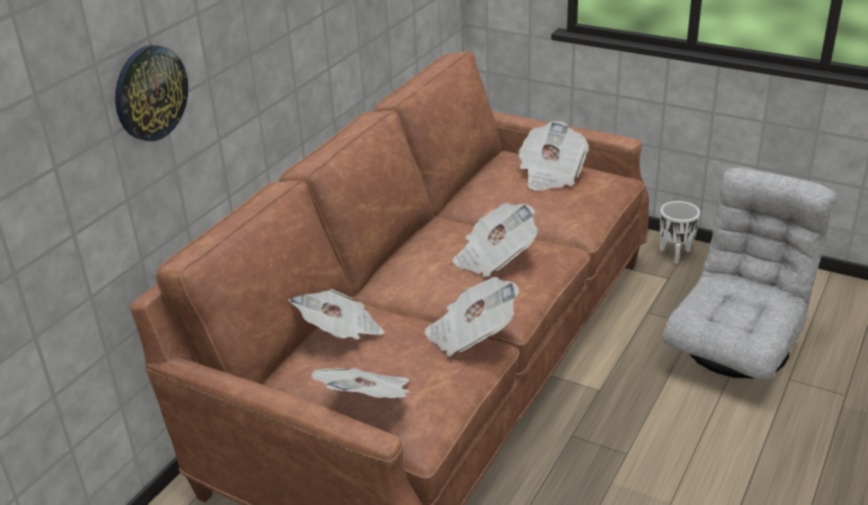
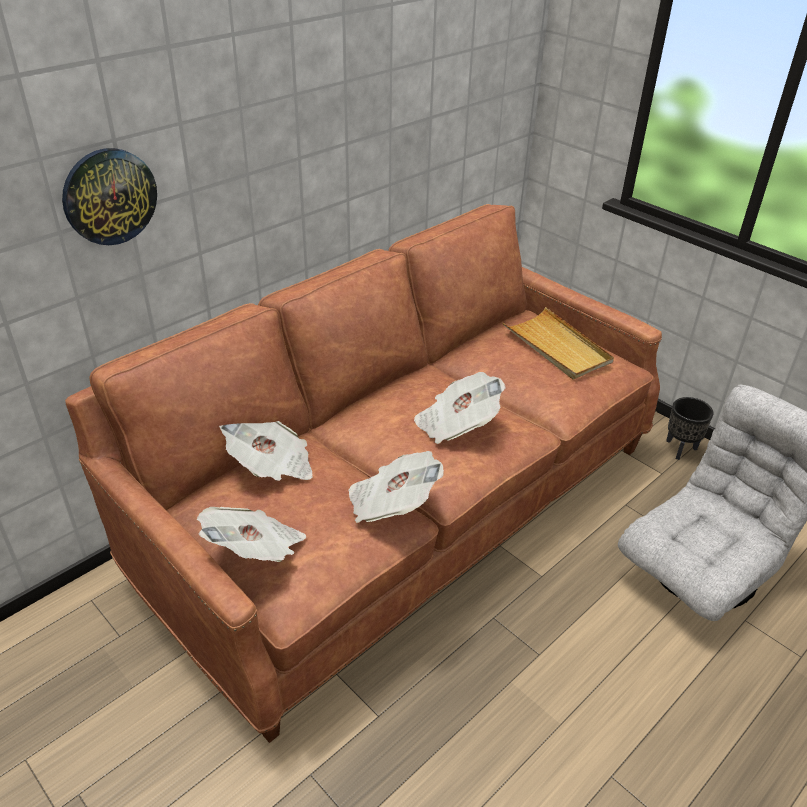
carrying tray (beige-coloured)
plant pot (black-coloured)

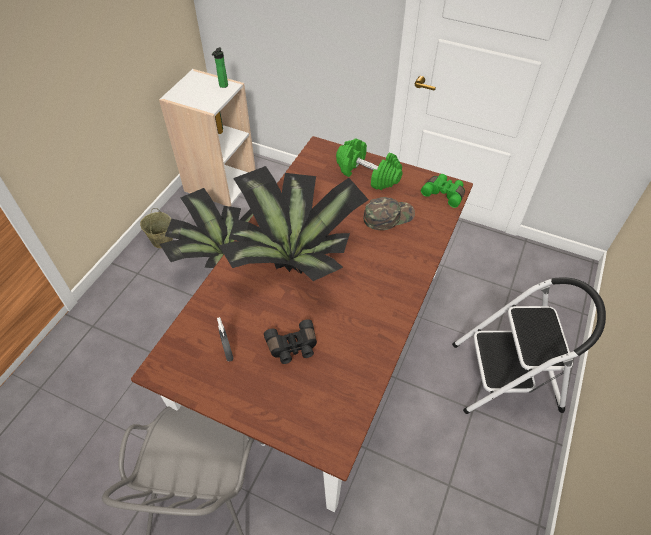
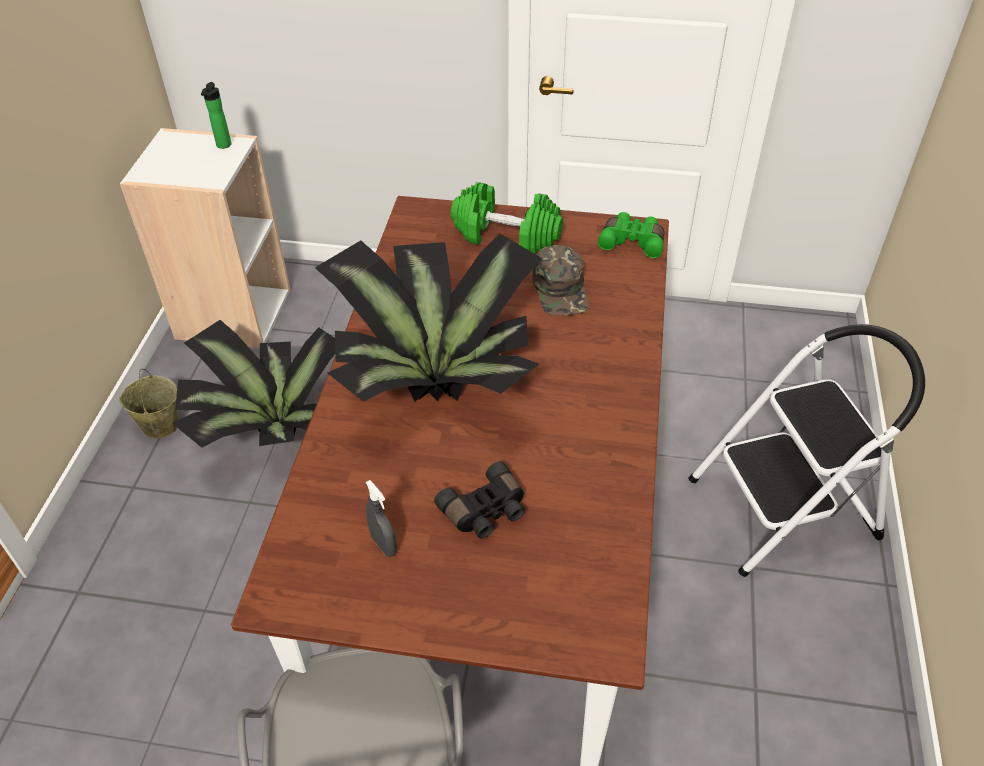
baseball cap (green)

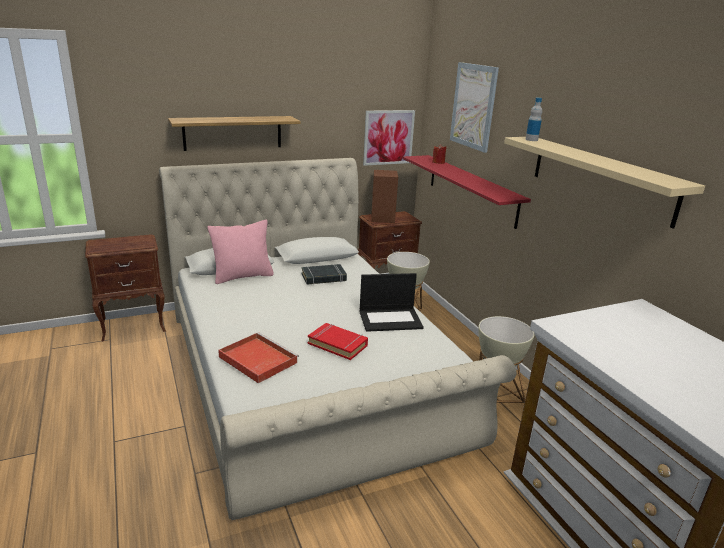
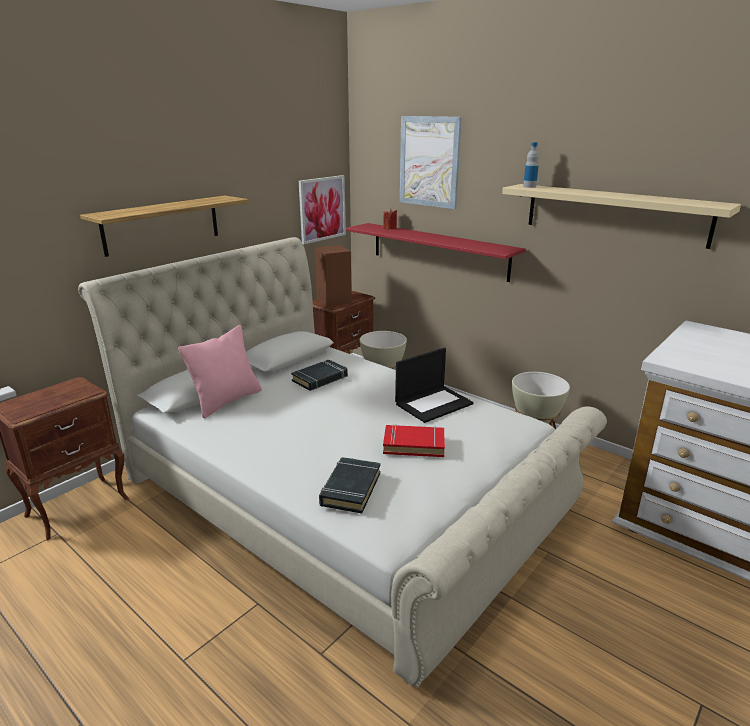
volume (black-coloured) (no. 2 from left)

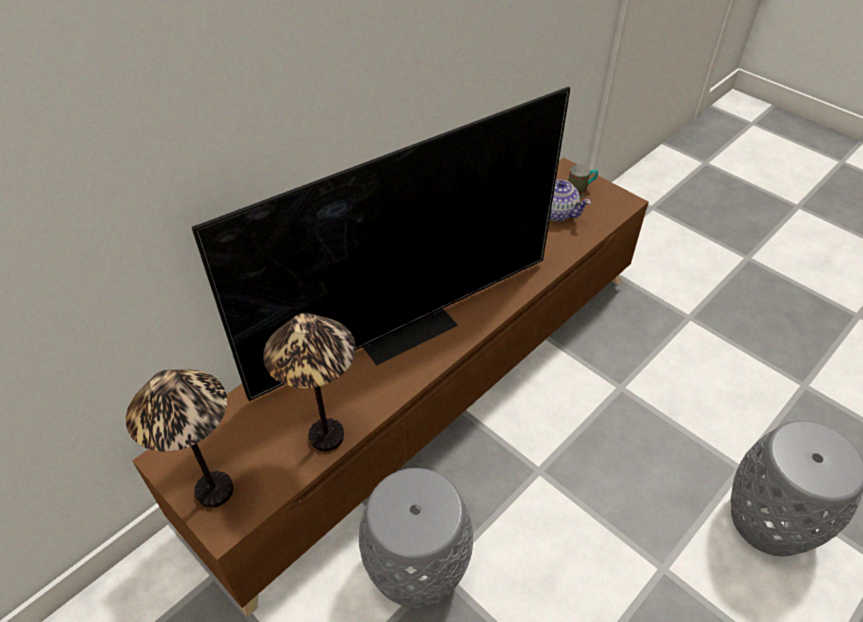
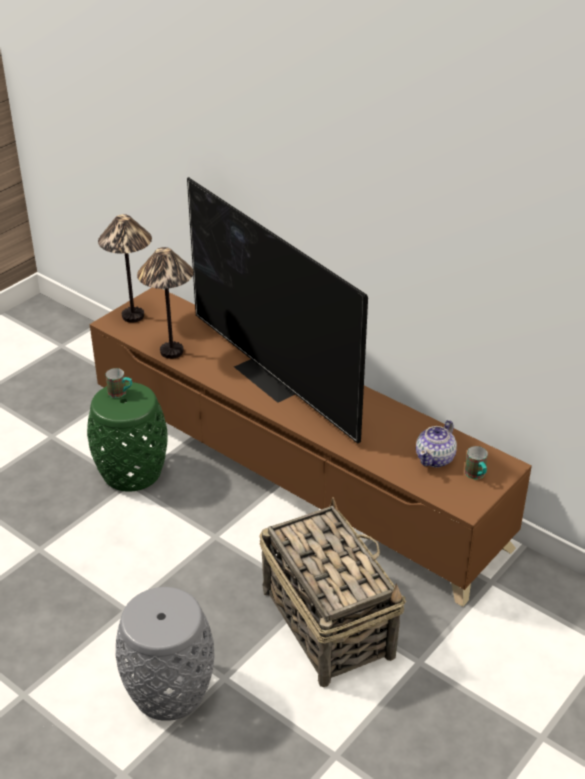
stool (green)
tea mug (no. 1 from left)
household basket

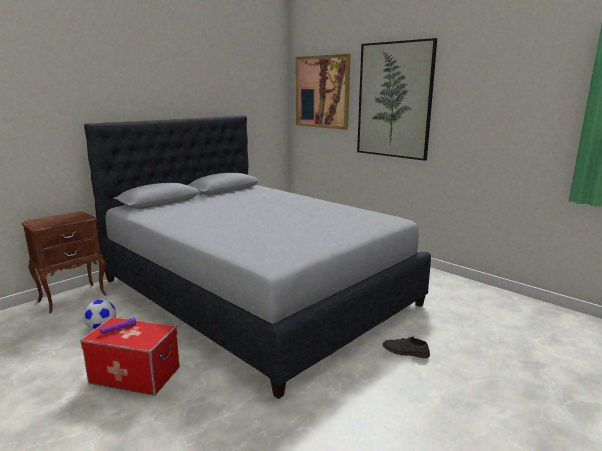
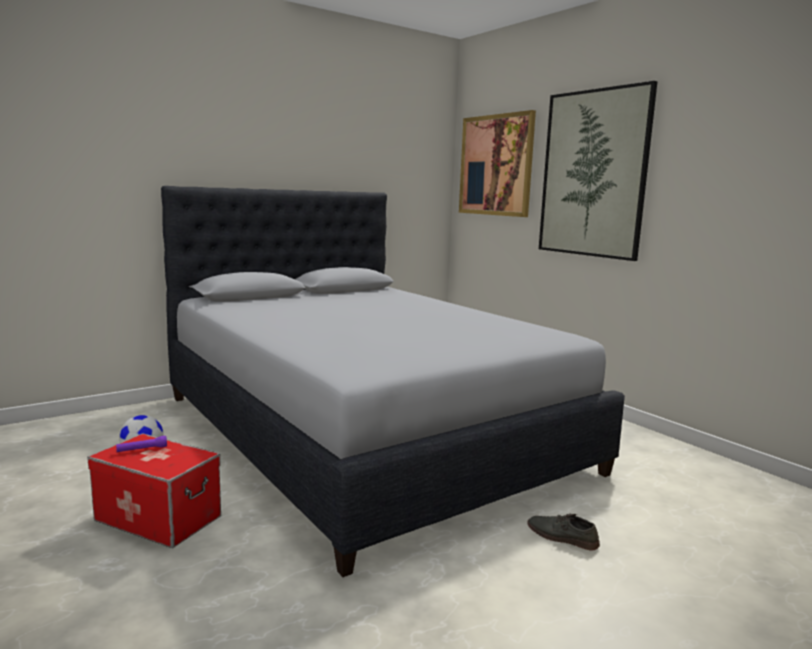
bedside table (brownish)

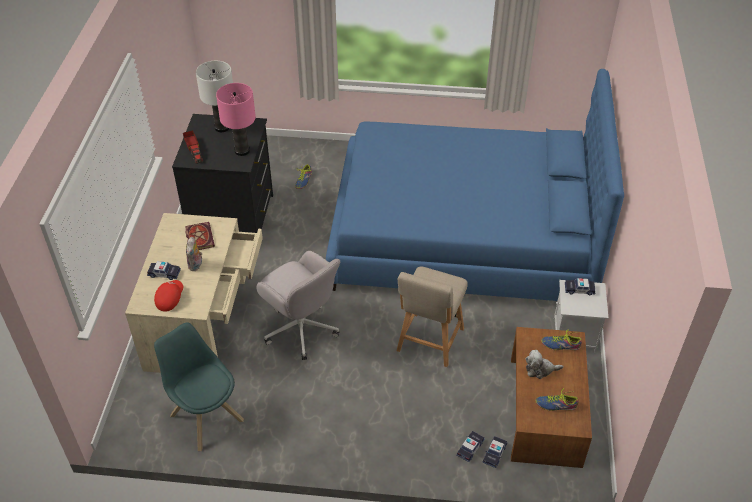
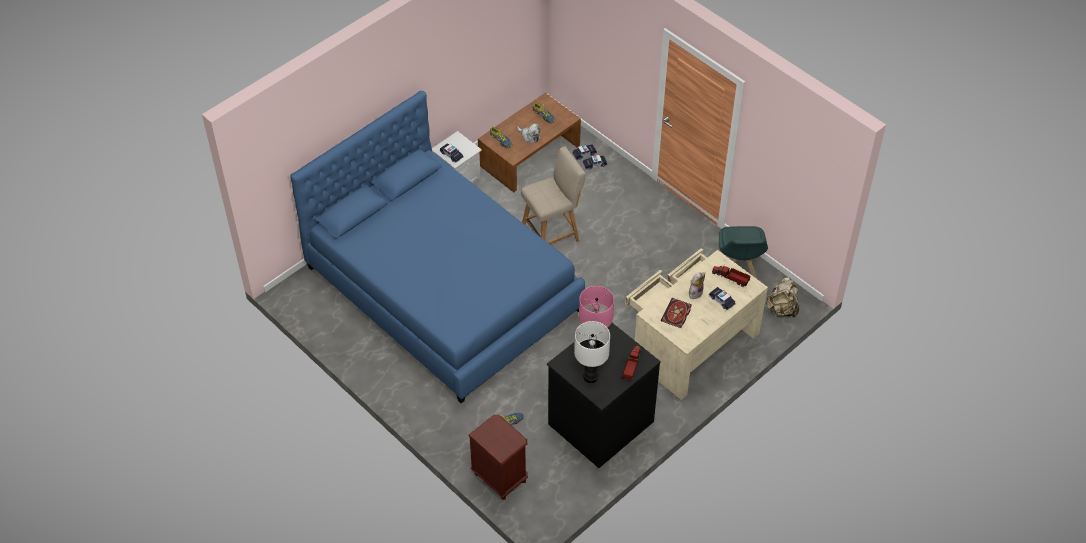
model truck (no. 2 from left)
desk chair (grey)
bedside table (brownish)
knapsack (beige-coloured)

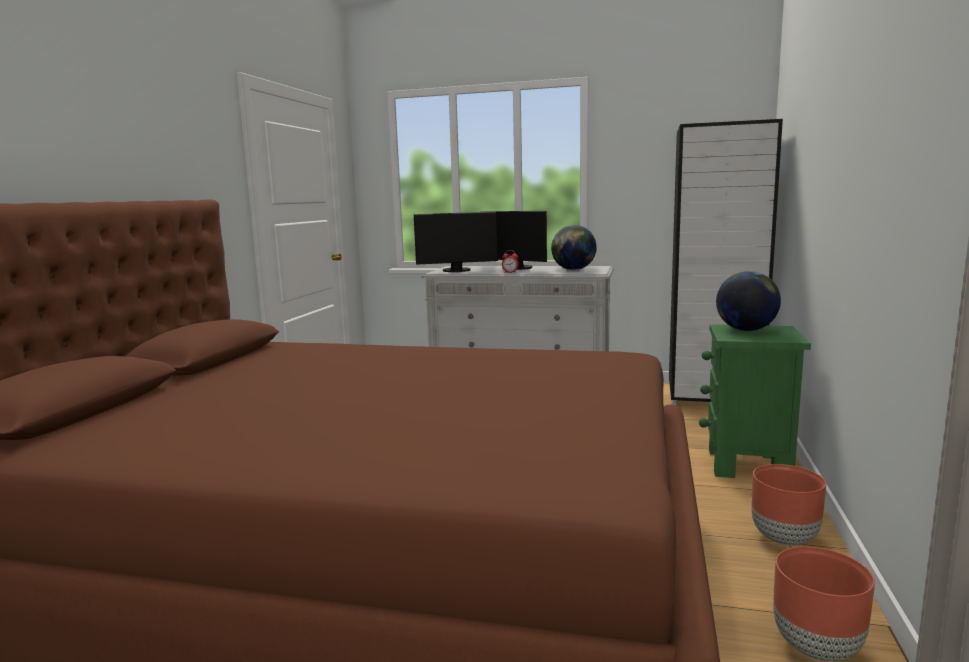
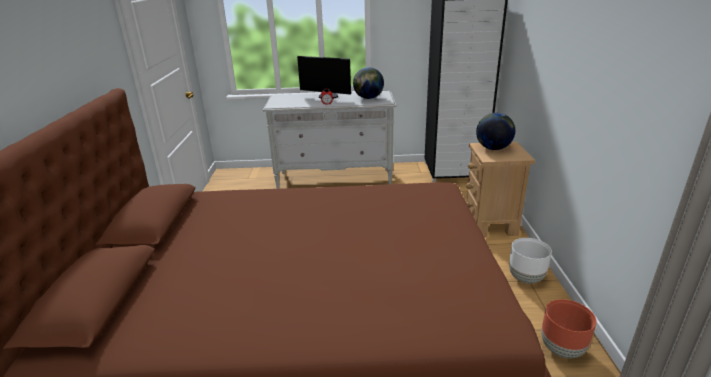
monitor (no. 1 from left in the first image)
bedside table (beige-coloured)
plant pot (white-coloured)

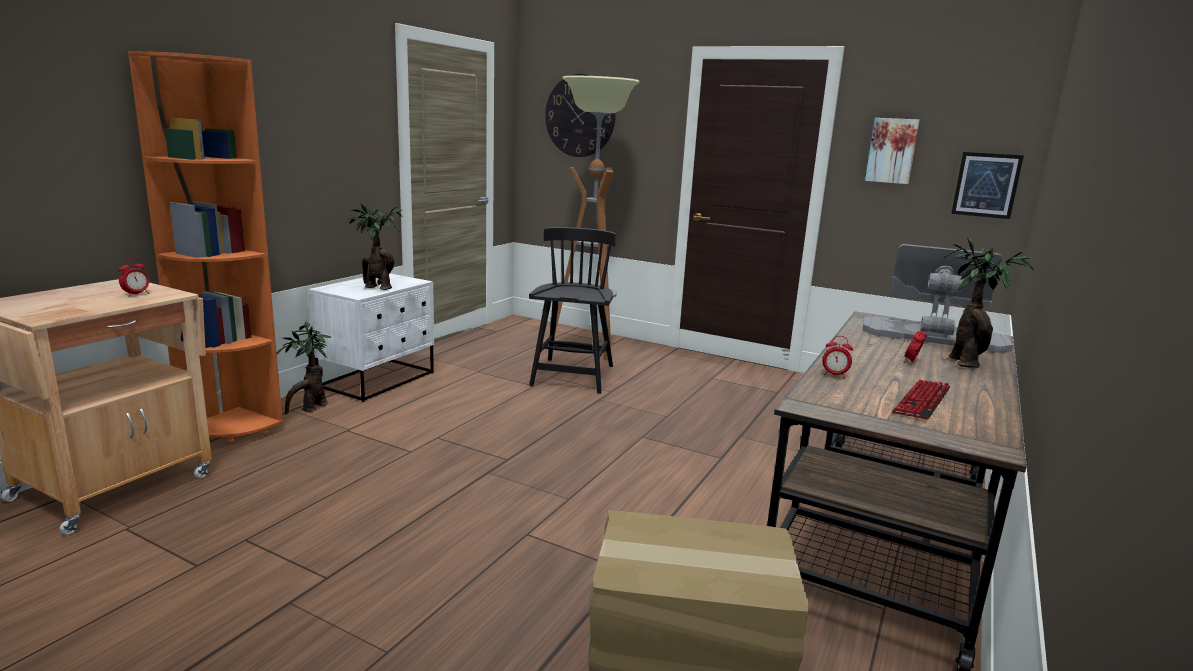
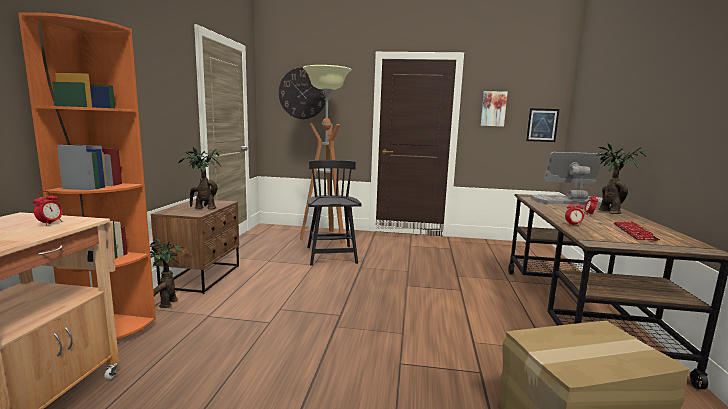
bedside table (brownish)

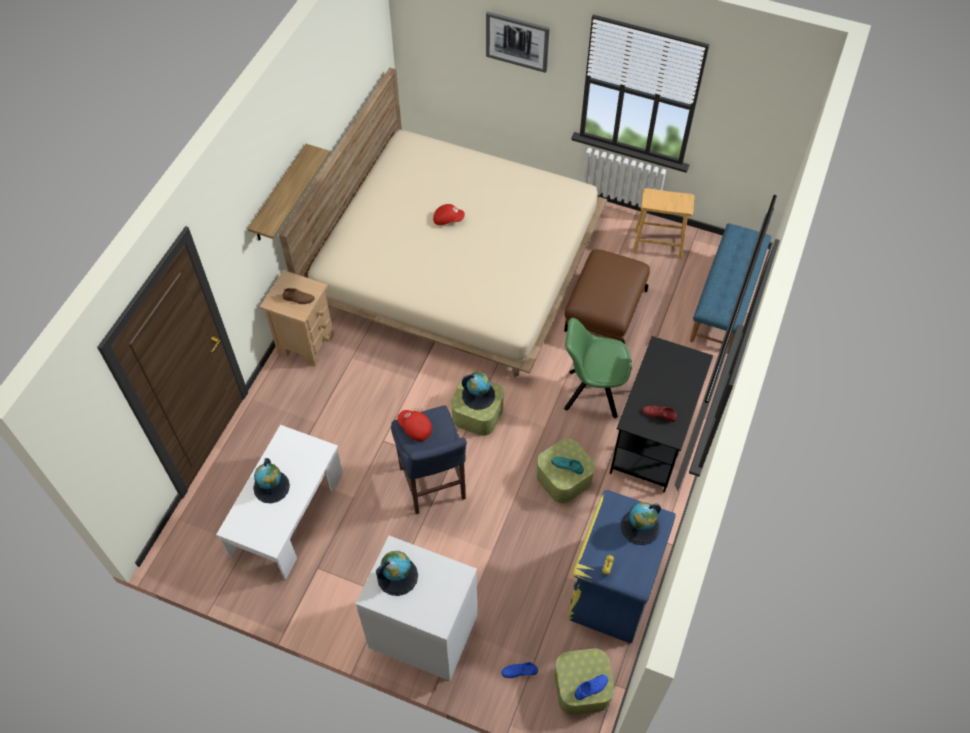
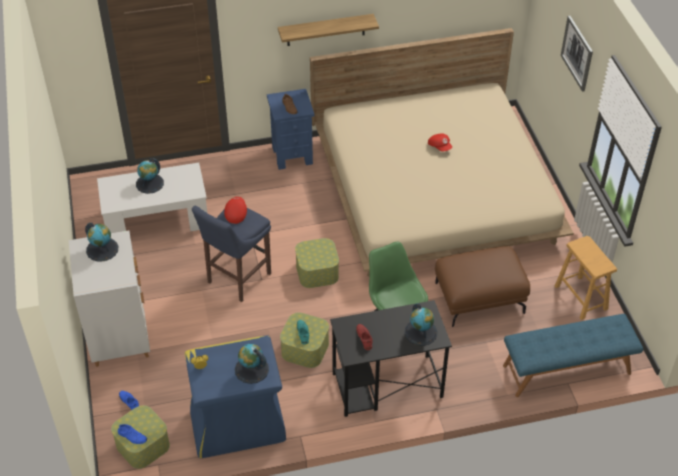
bedside table (blue) (no. 2 from left)
world globe (no. 4 from left)

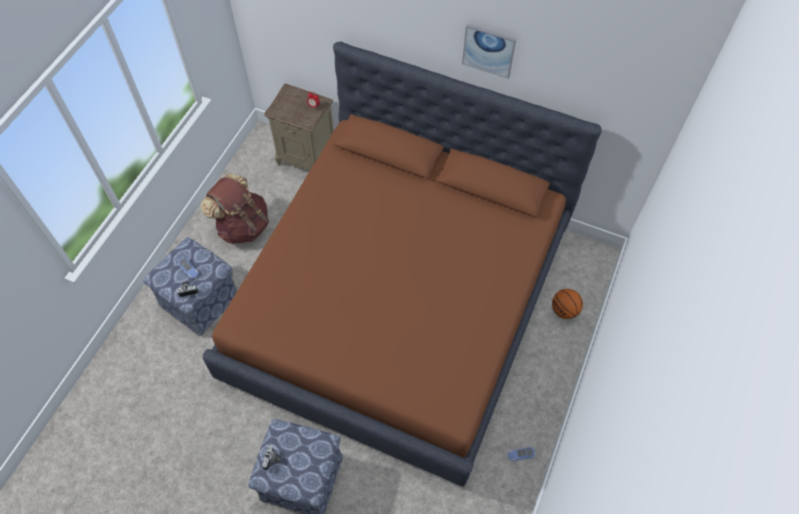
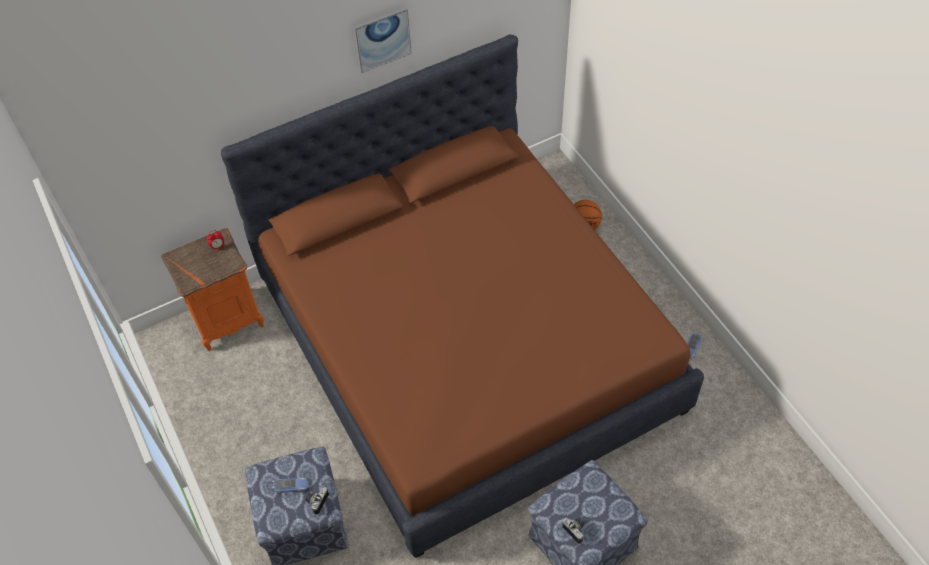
knapsack (brownish)
bedside table (orange)

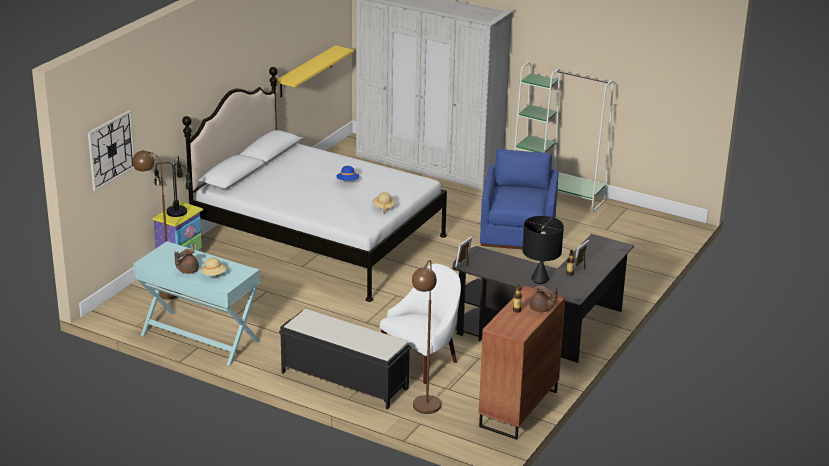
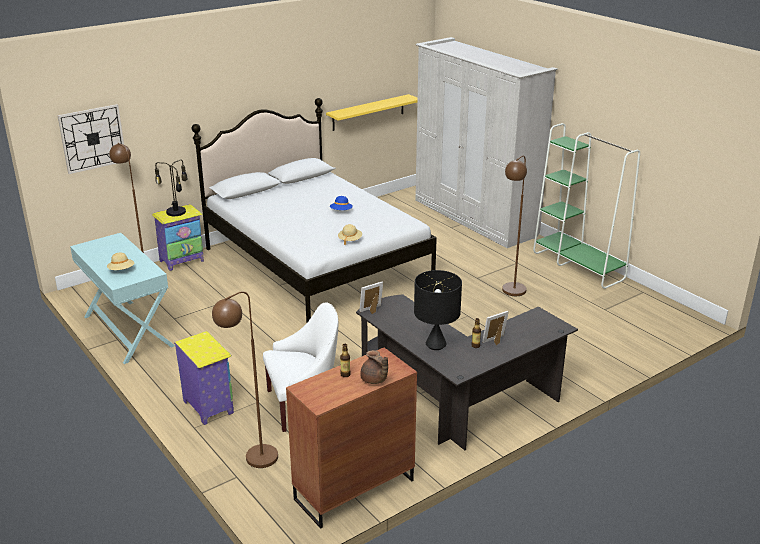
tea pot (brownish) (no. 1 from left in the first image)
bedside table (no. 2 from left)
floor lamp (brownish) (no. 3 from left)

